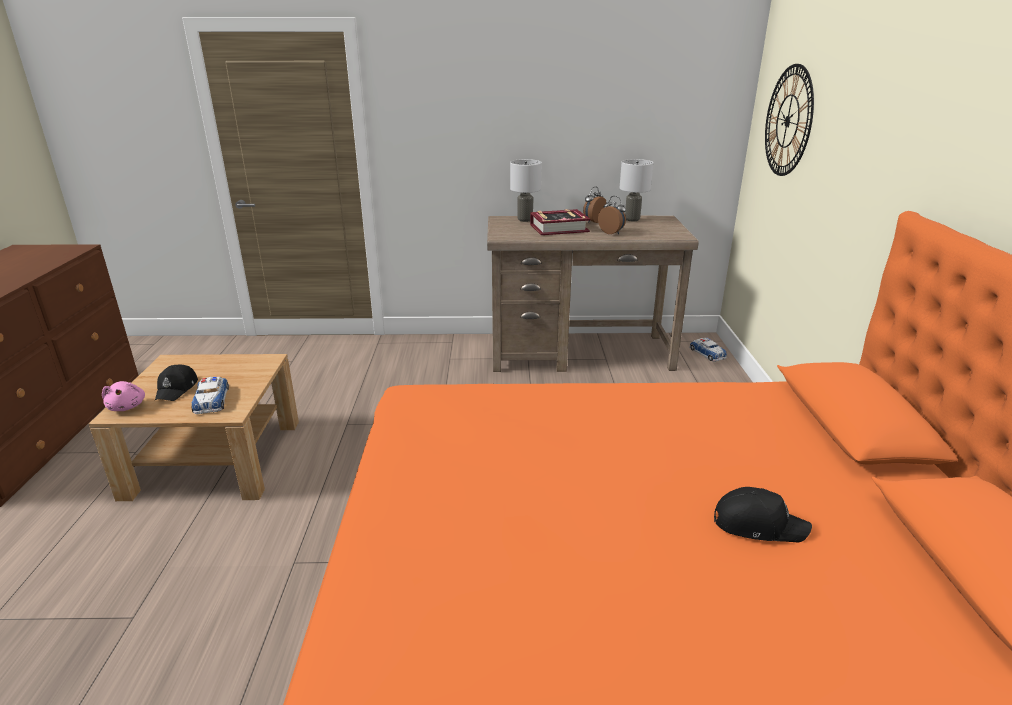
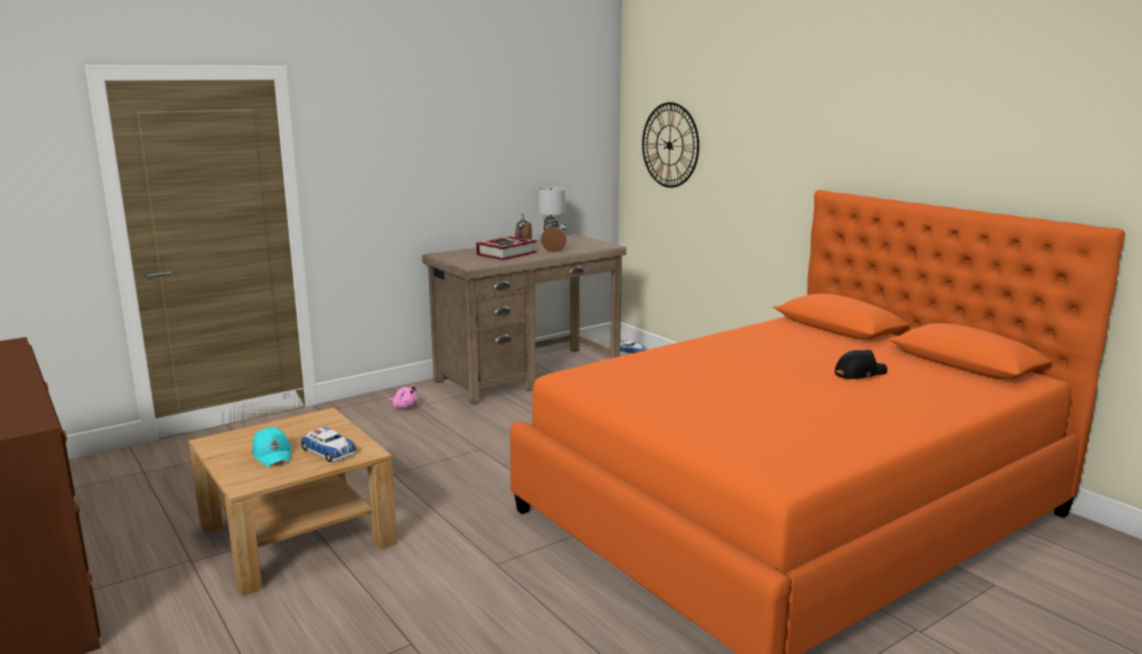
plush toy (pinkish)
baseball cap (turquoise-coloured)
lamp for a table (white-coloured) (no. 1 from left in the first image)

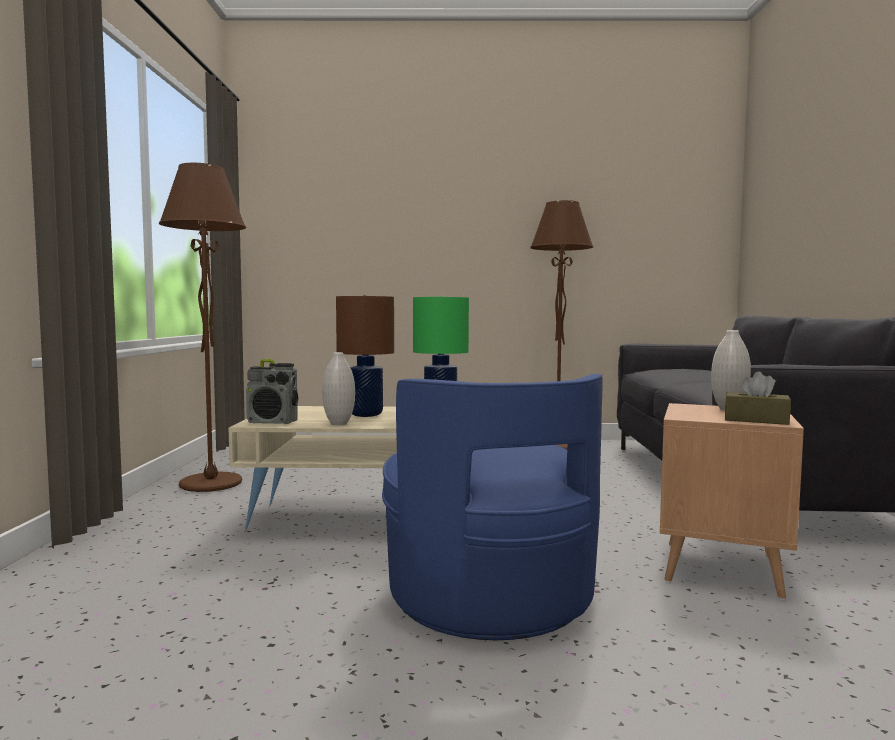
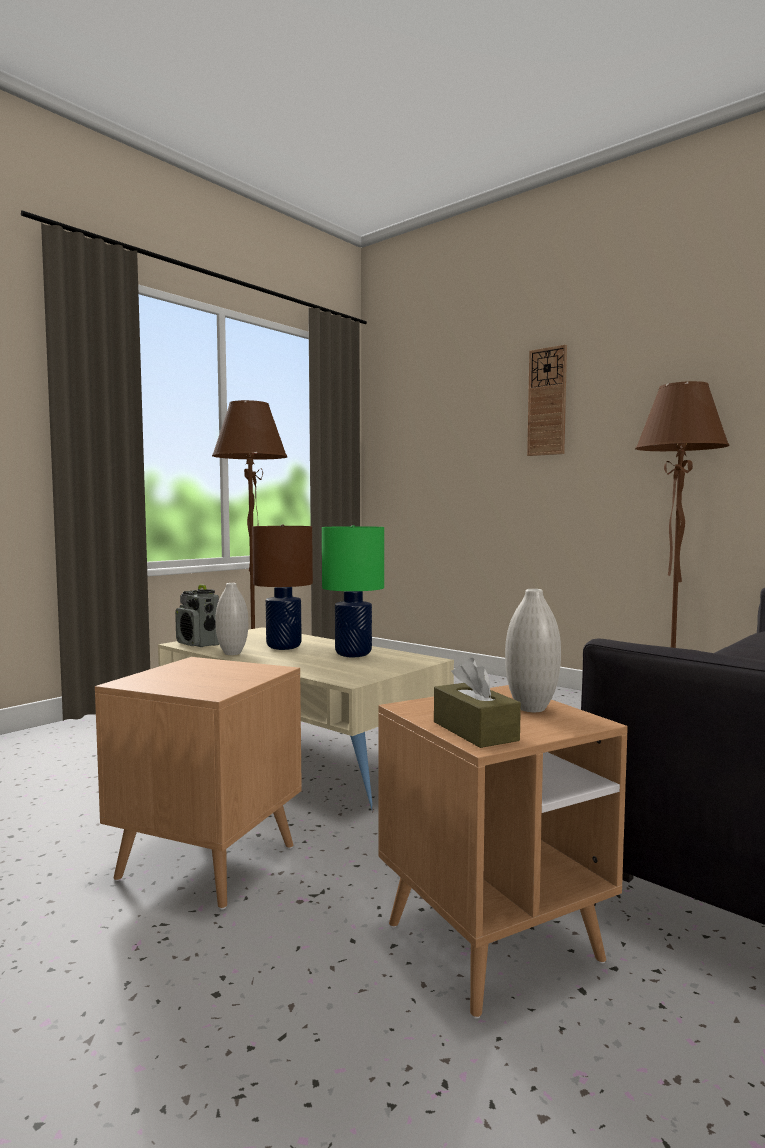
end table (brownish) (no. 1 from left)
clock on the wall

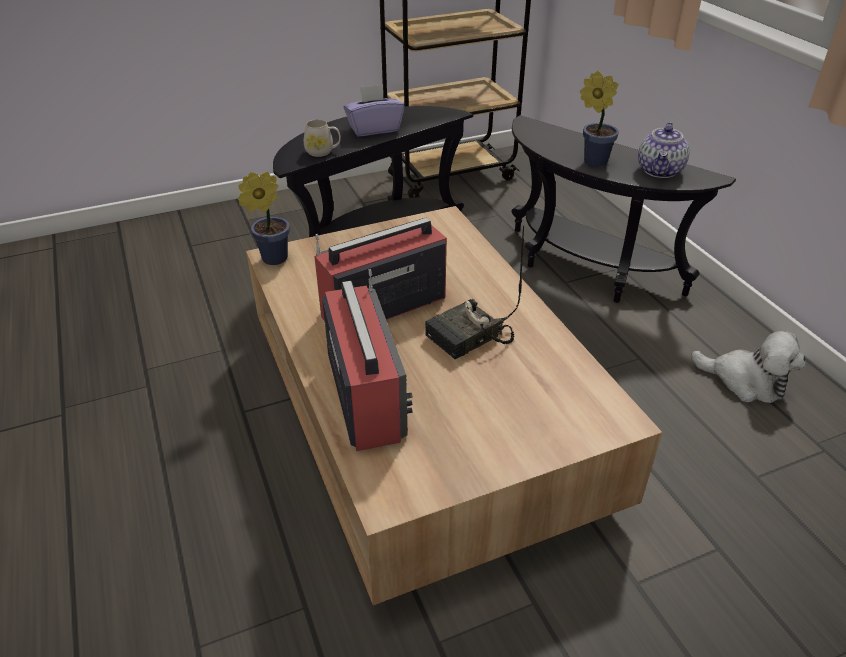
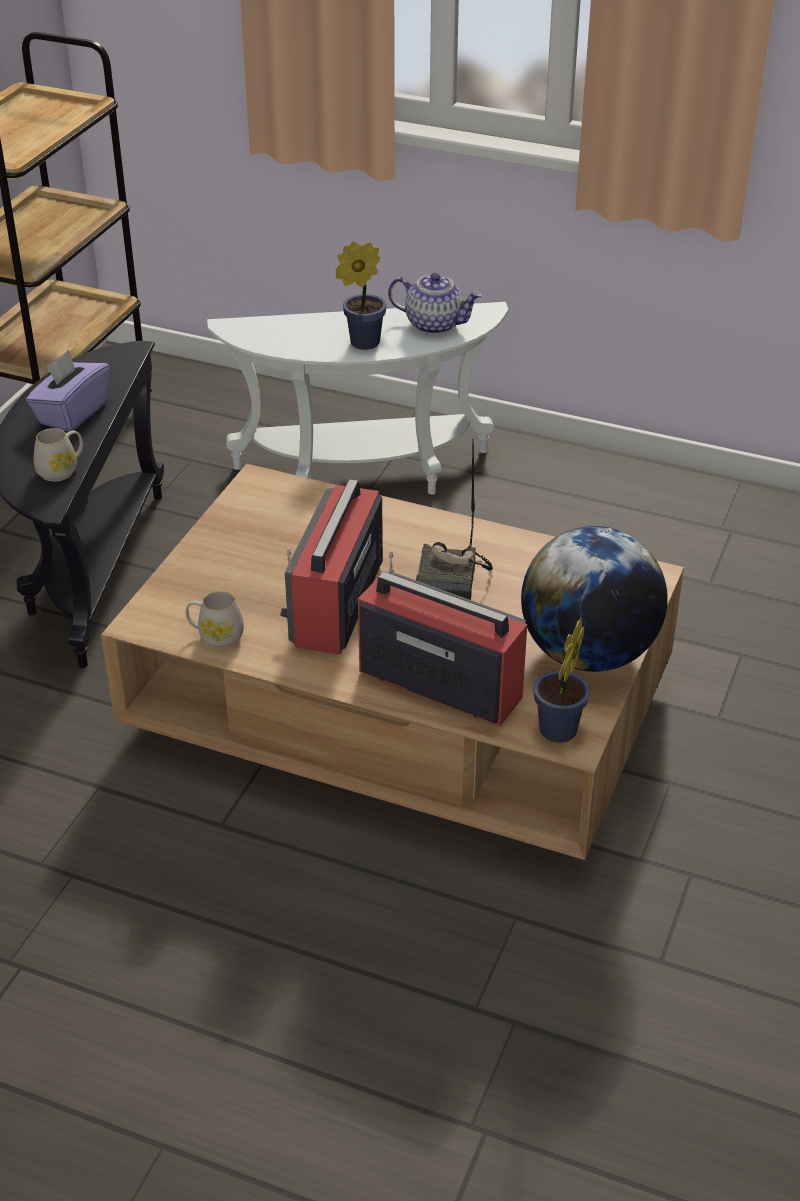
potted plant (no. 2 from left)
end table (white-coloured)
tea pot
plush toy
tea mug (white-coloured) (no. 2 from left)
world globe

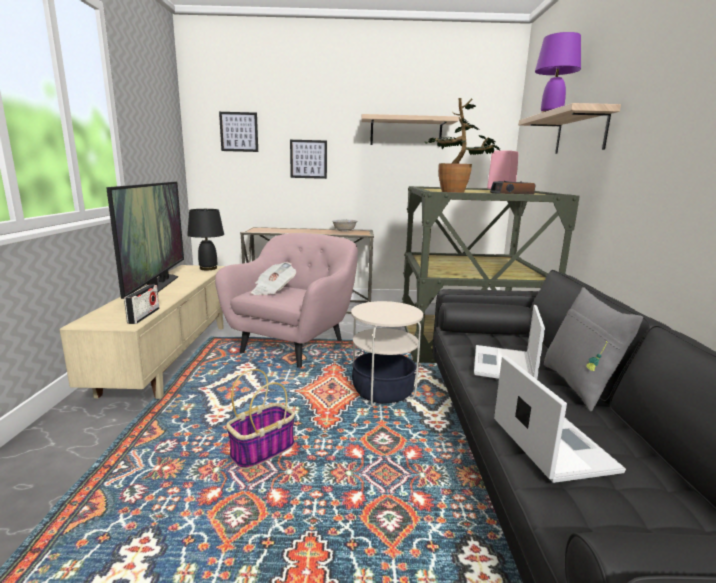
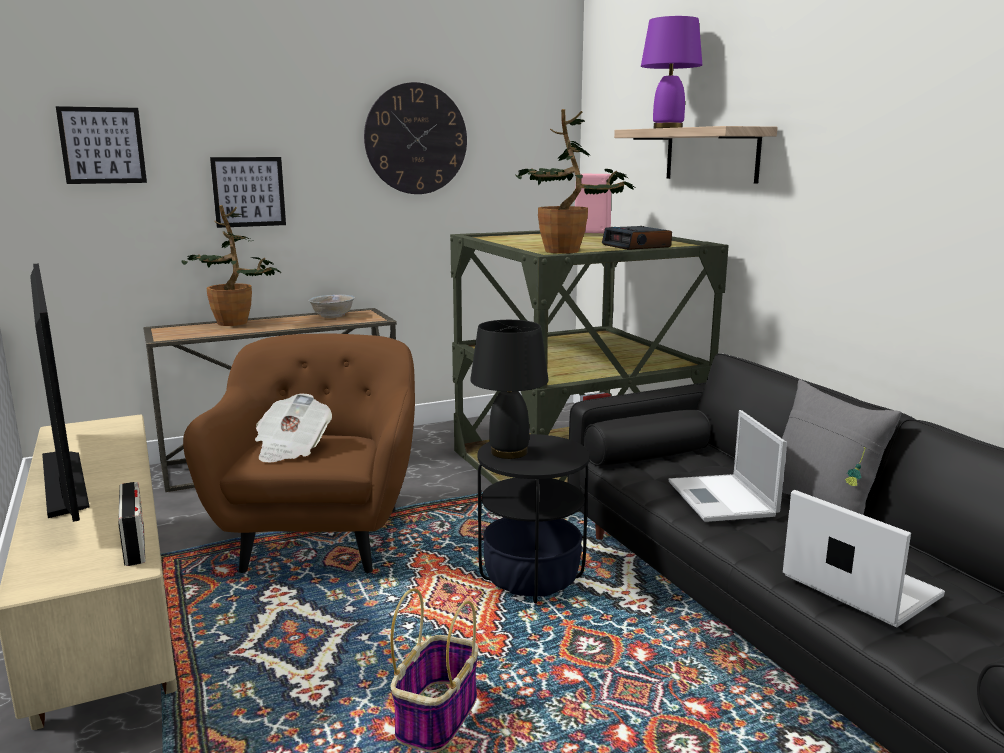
lamp for a table (black-coloured)
armchair (brownish)
end table (black-coloured)
clock on the wall
potted plant (no. 1 from left)

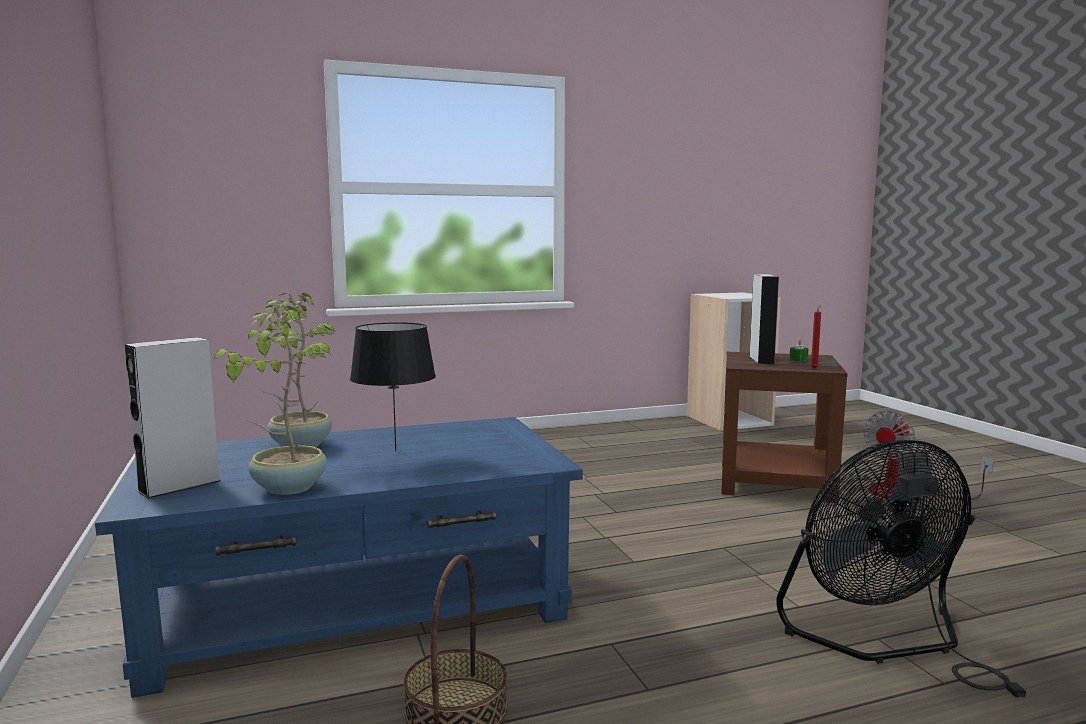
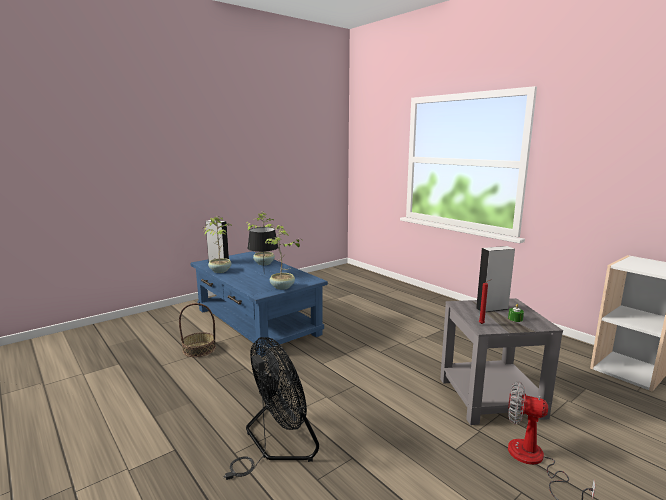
end table (grey)
potted plant (no. 3 from left)

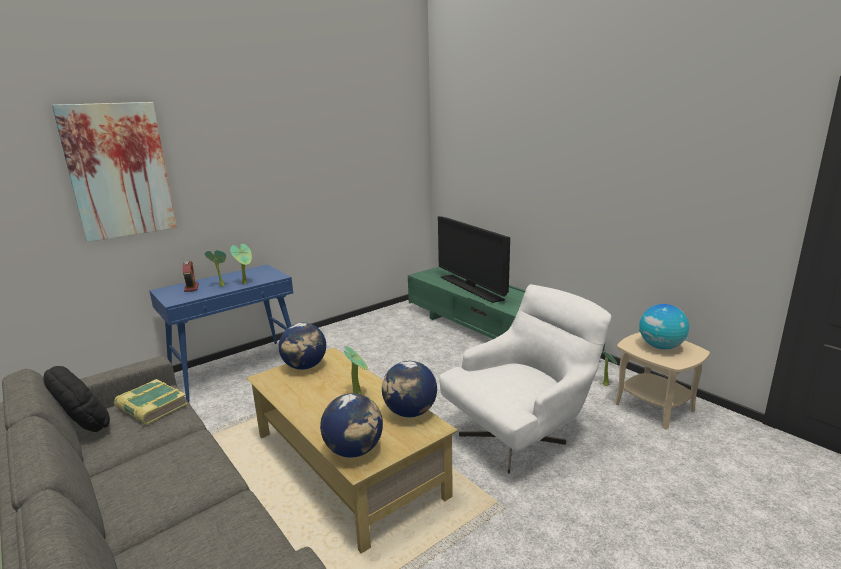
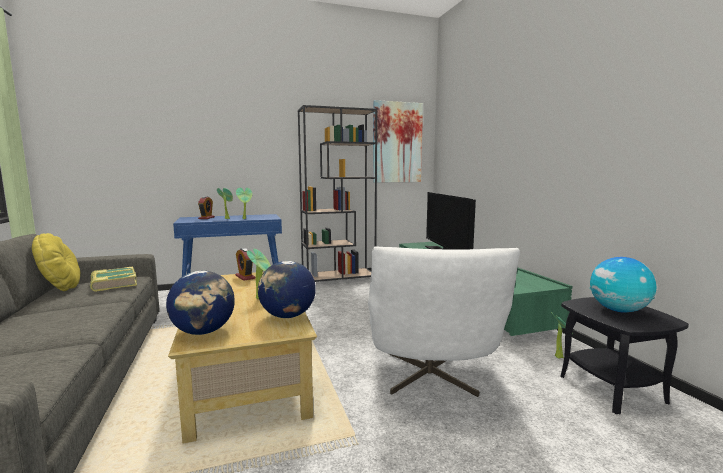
pillow (yellow-coloured)
wall art
table clock (no. 2 from left)
armchair (white-coloured)
end table (black-coloured)
bookshelf

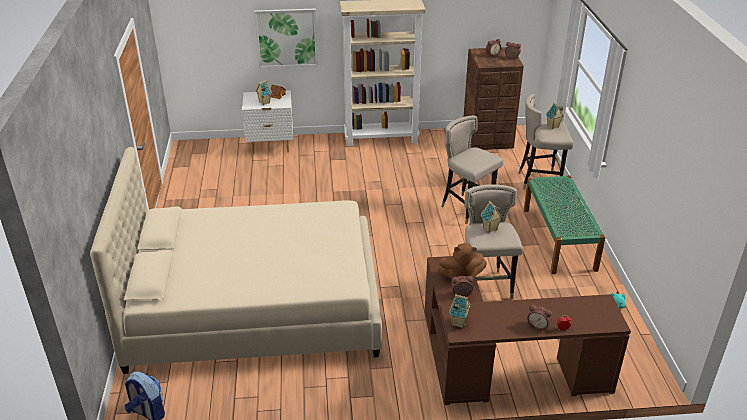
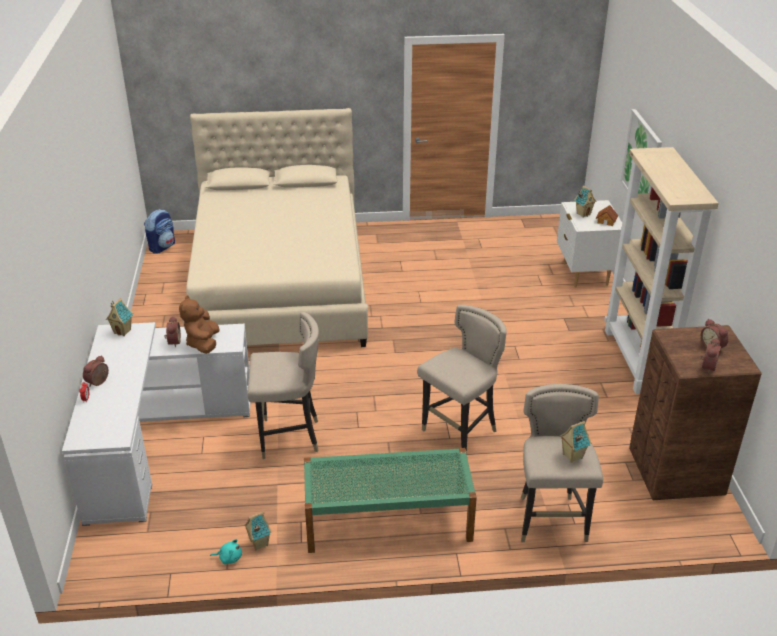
desk (white-coloured)
model house (no. 2 from left)

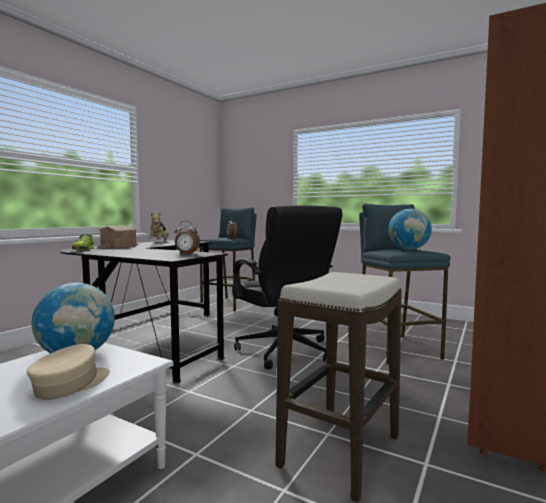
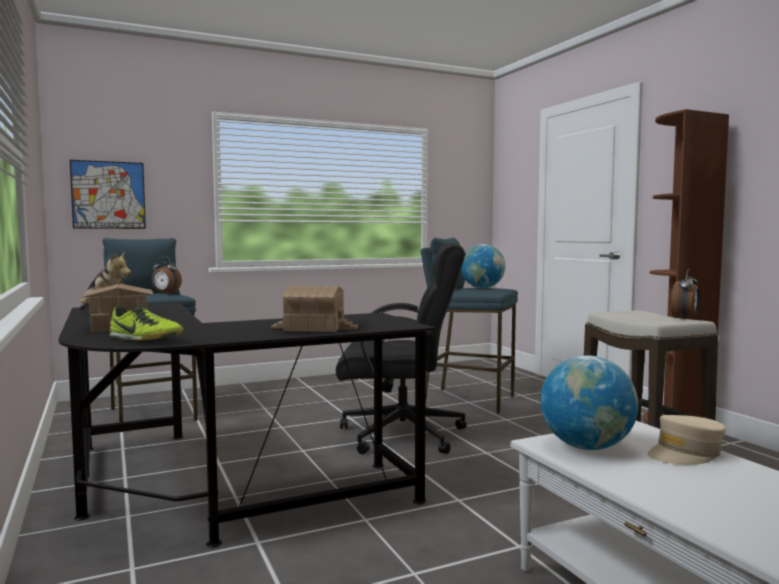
baseball cap (beige-coloured)
table clock (no. 2 from left)
wall art
model house (no. 2 from left)

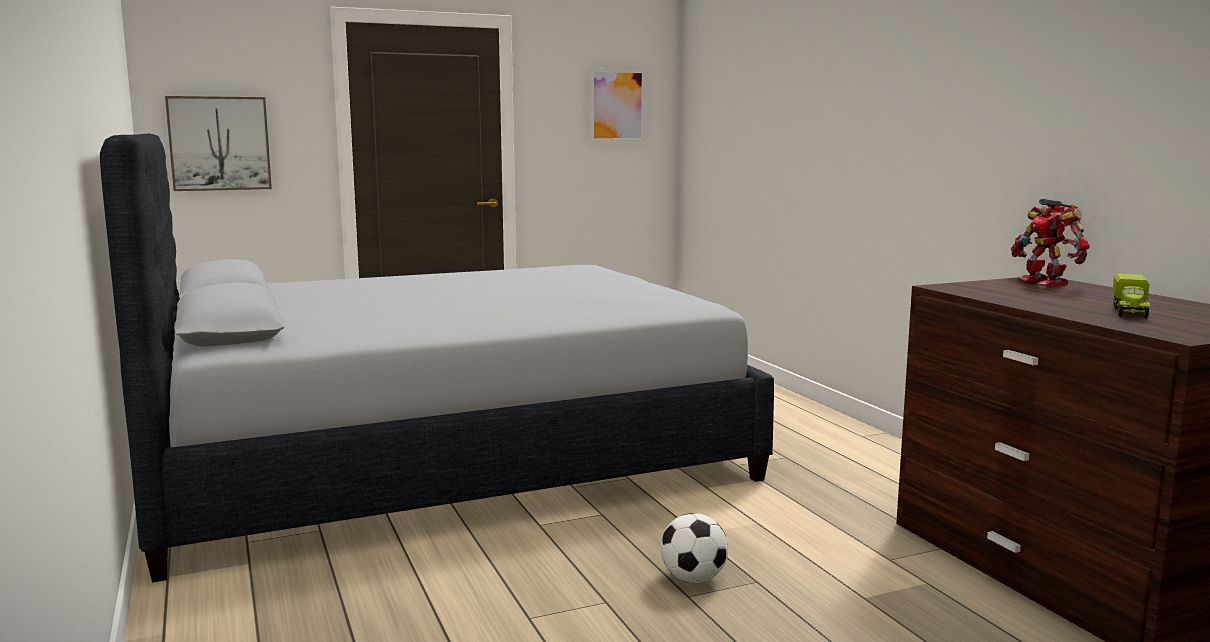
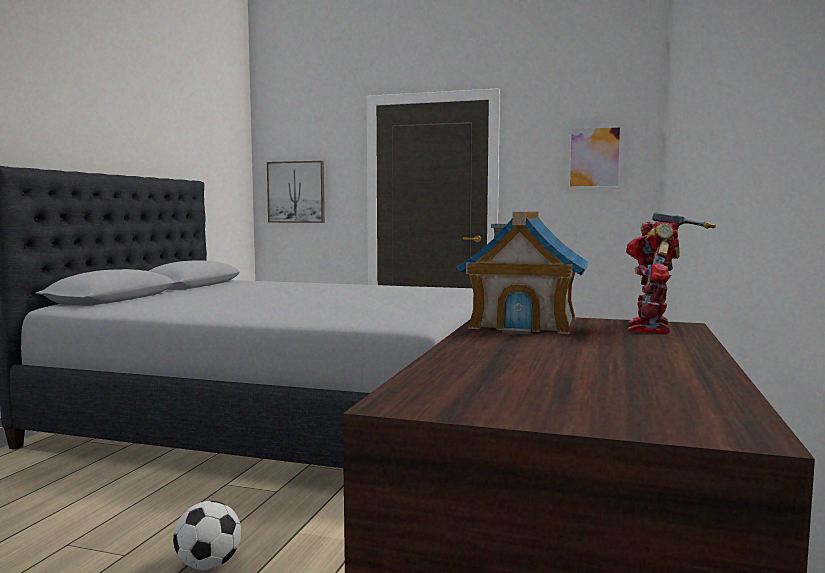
model truck
model house

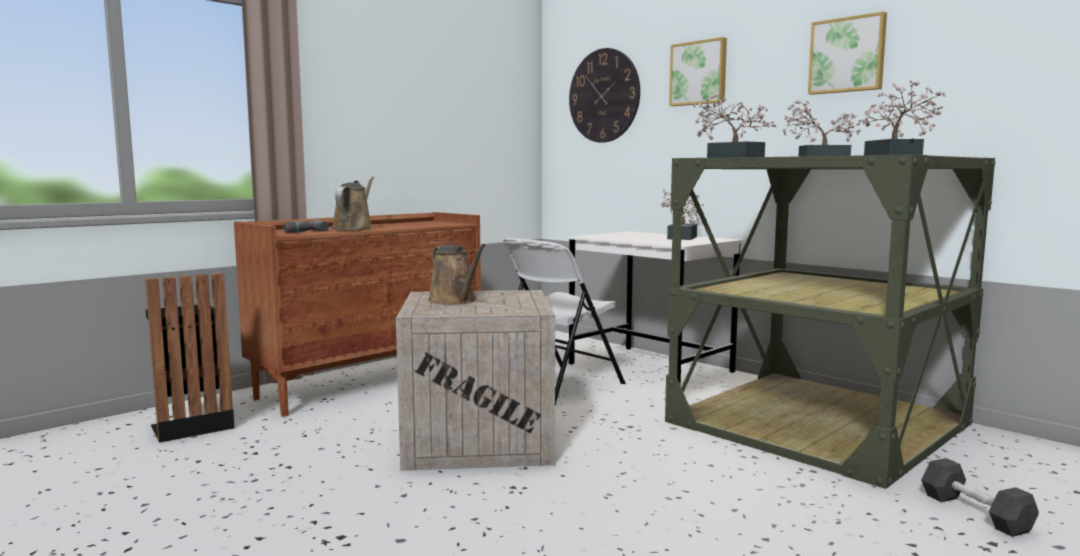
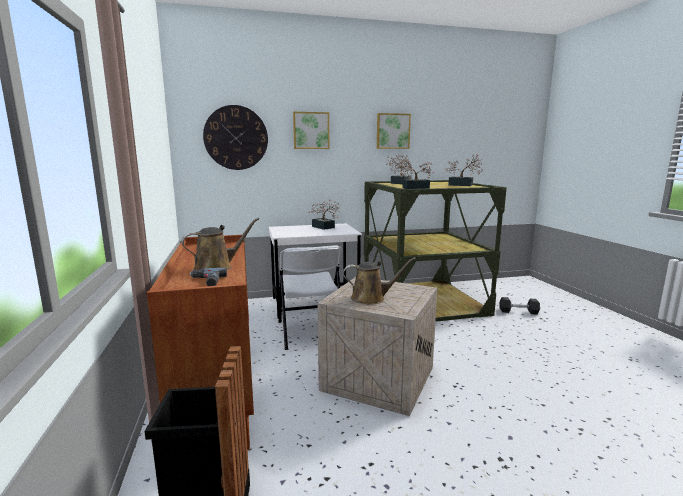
watering can (brownish) (no. 1 from left)

